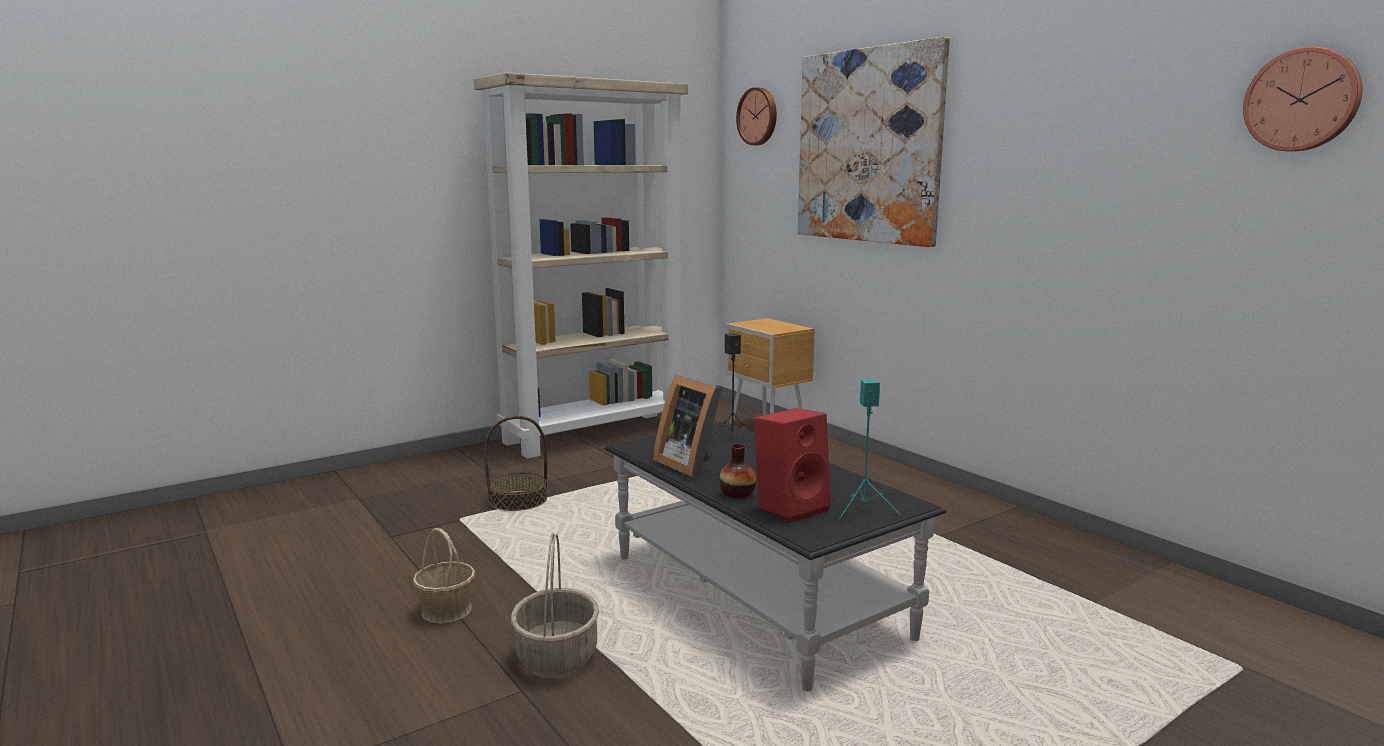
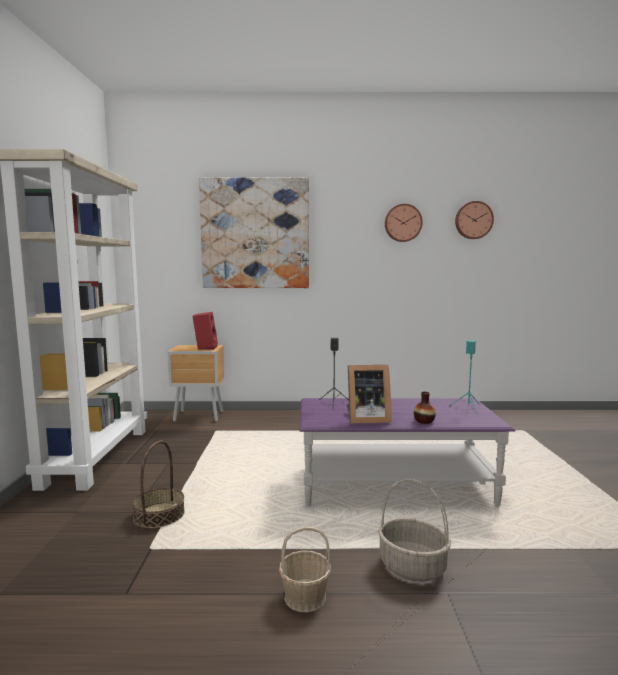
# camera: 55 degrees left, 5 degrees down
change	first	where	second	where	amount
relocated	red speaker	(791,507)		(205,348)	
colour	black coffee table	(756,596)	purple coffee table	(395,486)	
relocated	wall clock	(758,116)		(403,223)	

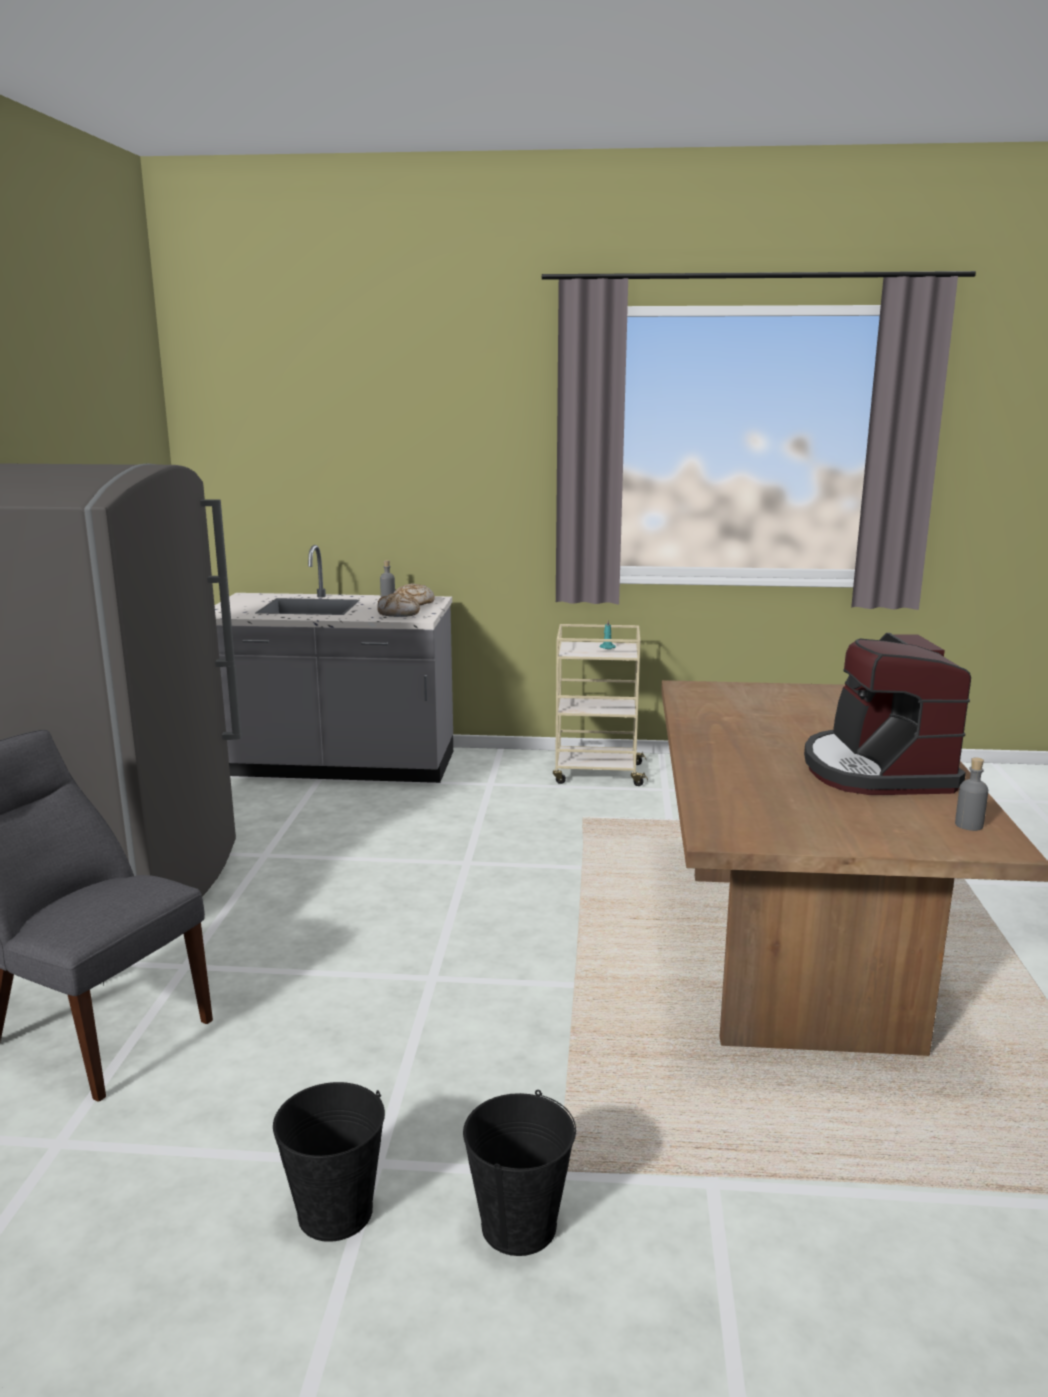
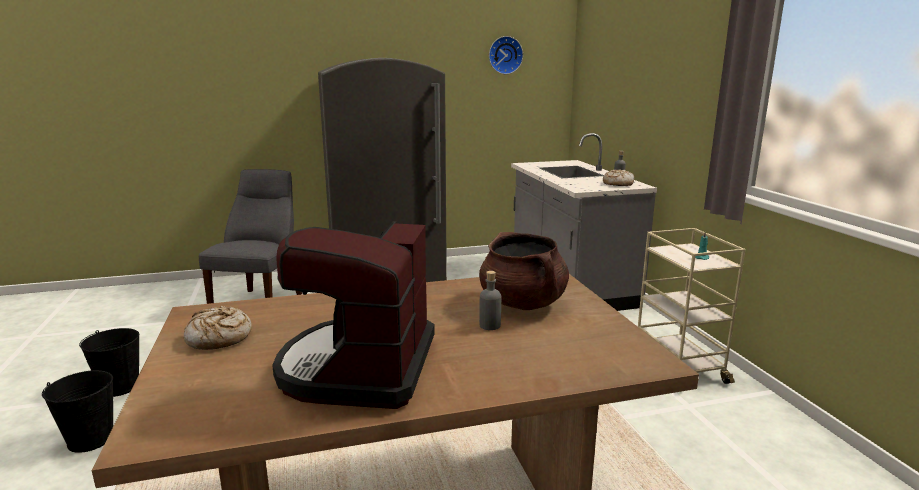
# camera: 70 degrees right, 0 degrees up
change	first	where	second	where	amount
relocated	bread	(399,613)		(219,338)	
spun	coffee machine	(876,770)		(359,367)	60 degrees counterclockwise
appeared			brown cooking pot	(523,303)	
relocated	grey bottle	(968,825)		(490,325)	
appeared			wall clock	(505,55)	

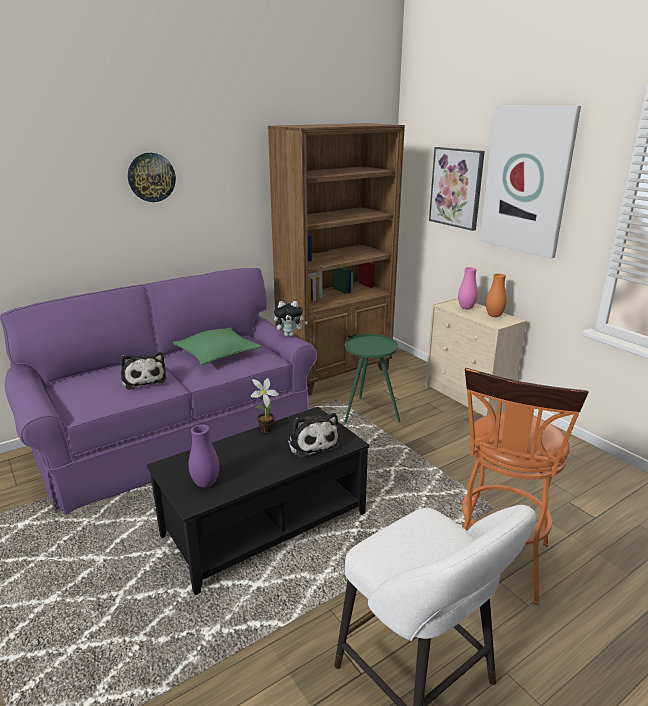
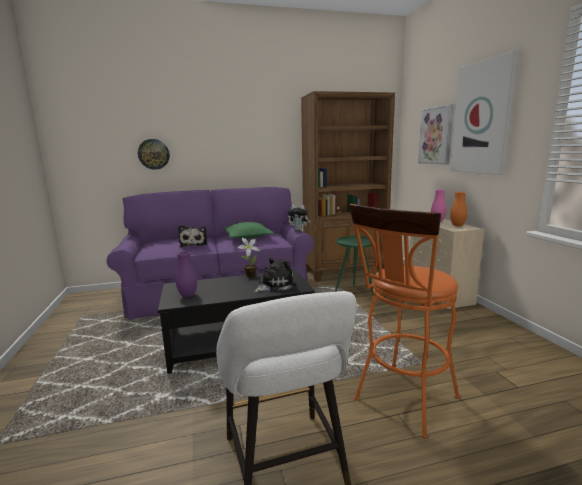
# camera: 20 degrees right, 10 degrees down
change	first	where	second	where	amount
relocated	wall clock	(151,177)		(154,154)	
spun	plush toy	(311,442)		(274,285)	120 degrees counterclockwise

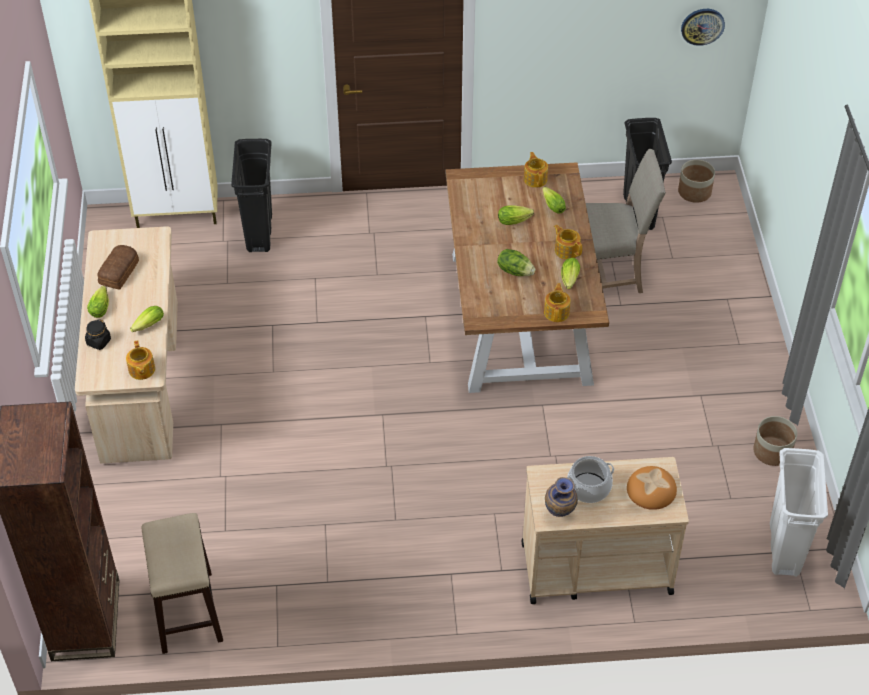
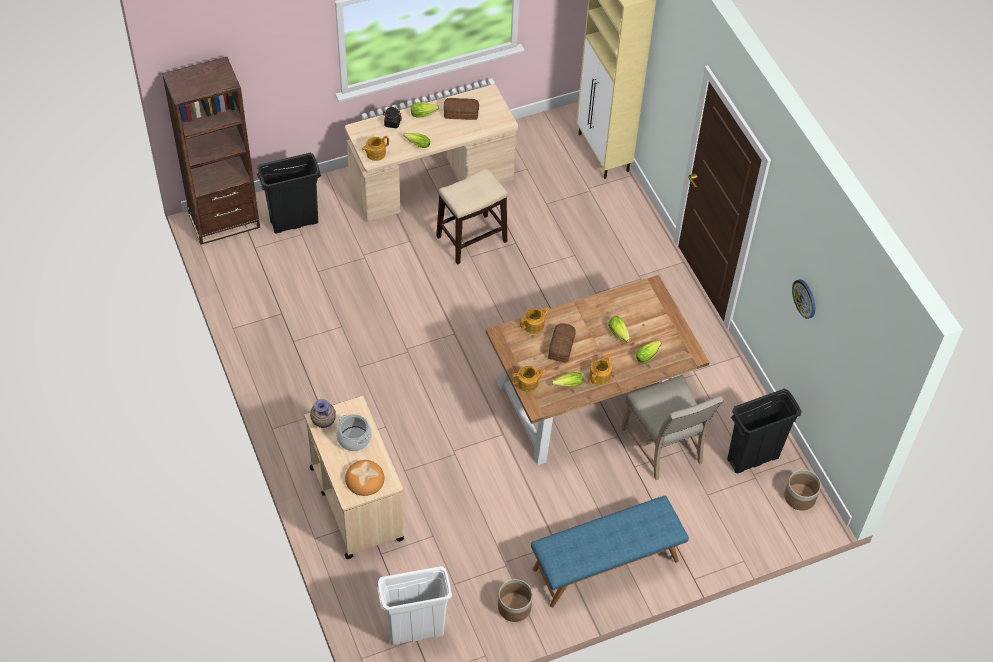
# camera: 70 degrees right, 5 degrees up
change	first	where	second	where	amount
relocated	black trash can	(259,233)		(294,222)	
relocated	stool	(187,612)		(471,239)	
relocated	teapot	(535,179)		(534,325)	
appeared			blue bench	(606,565)	
exchanged	lettuce	(515,271)	bread	(562,346)	
relocated	wall clock	(702,26)		(805,298)	

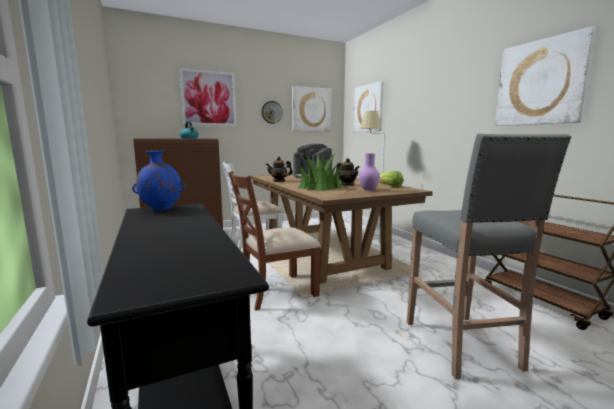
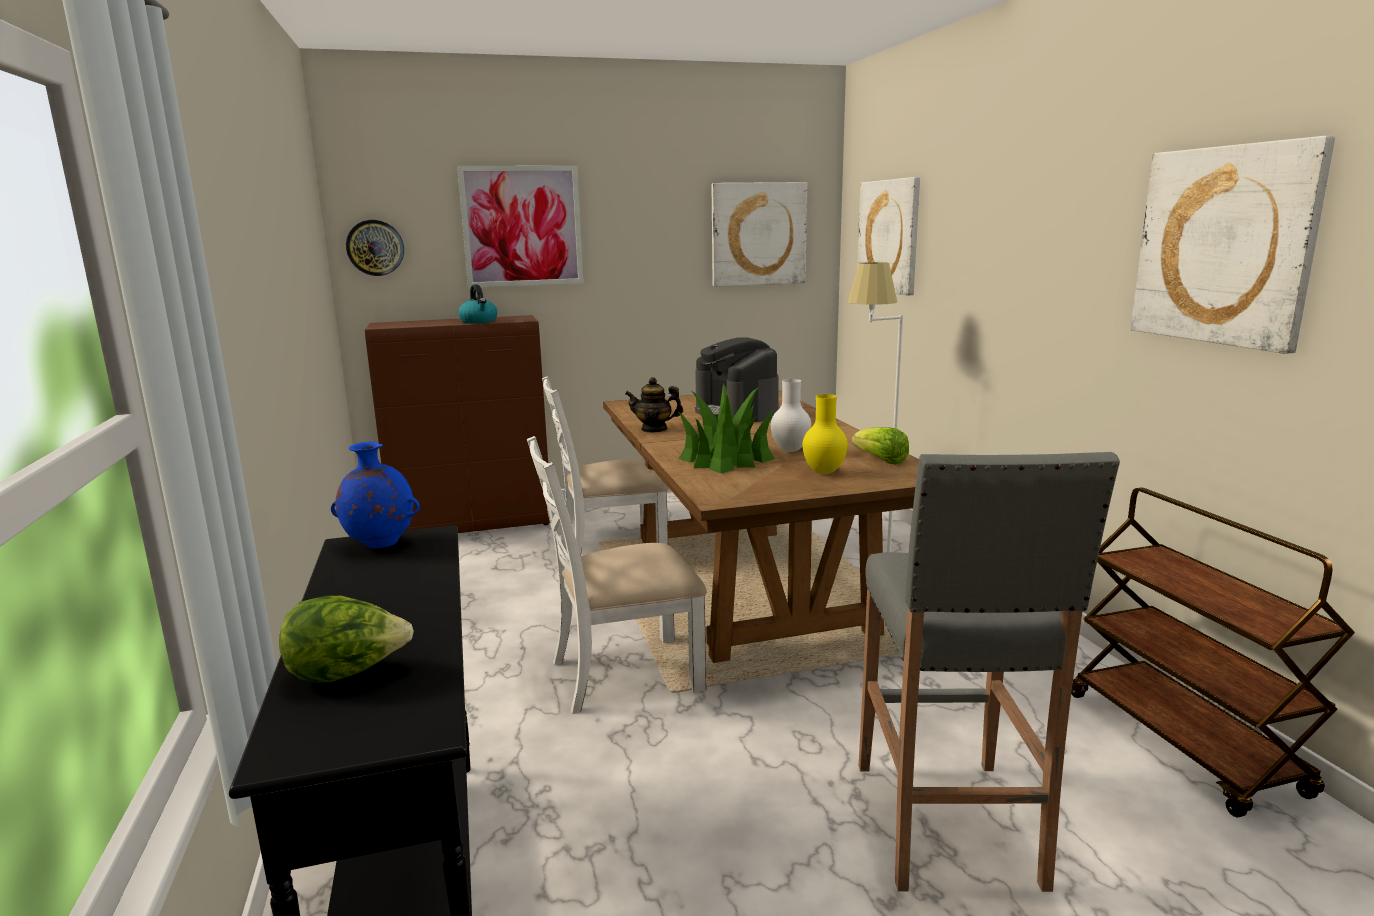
# camera: 10 degrees right, 5 degrees up
change	first	where	second	where	amount
appeared			lettuce	(348,674)	
relocated	wall clock	(271,112)		(375,248)	
colour	brown chair	(276,291)	white chair	(624,674)	
exchanged	teapot	(347,185)	white vase	(790,450)	
colour	purple vase	(368,190)	yellow vase	(823,472)	

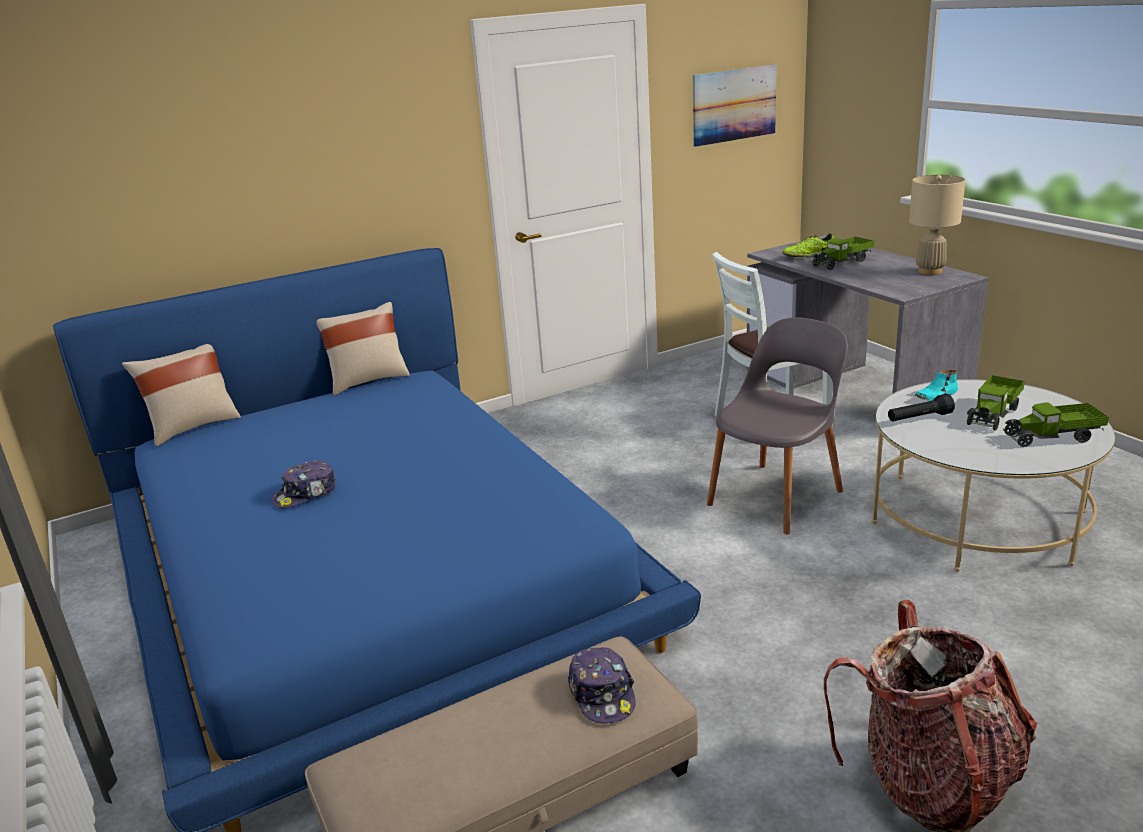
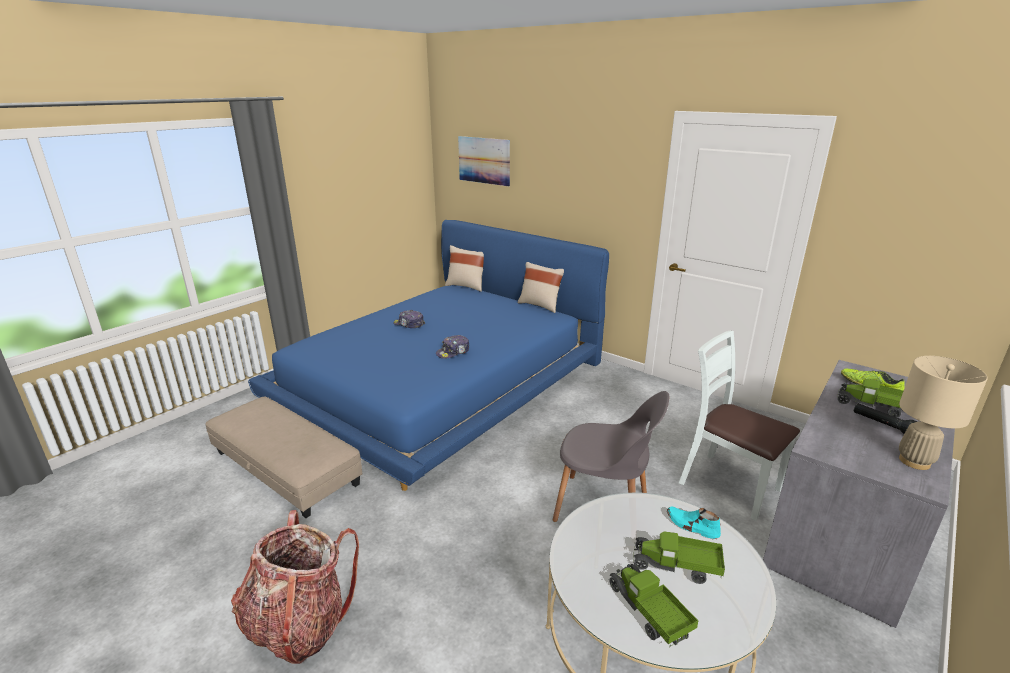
# camera: 65 degrees right, 0 degrees up
change	first	where	second	where	amount
relocated	cap	(602,694)		(453,352)	
relocated	picture	(734,105)		(484,160)	
relocated	black flashlight	(919,418)		(883,426)	

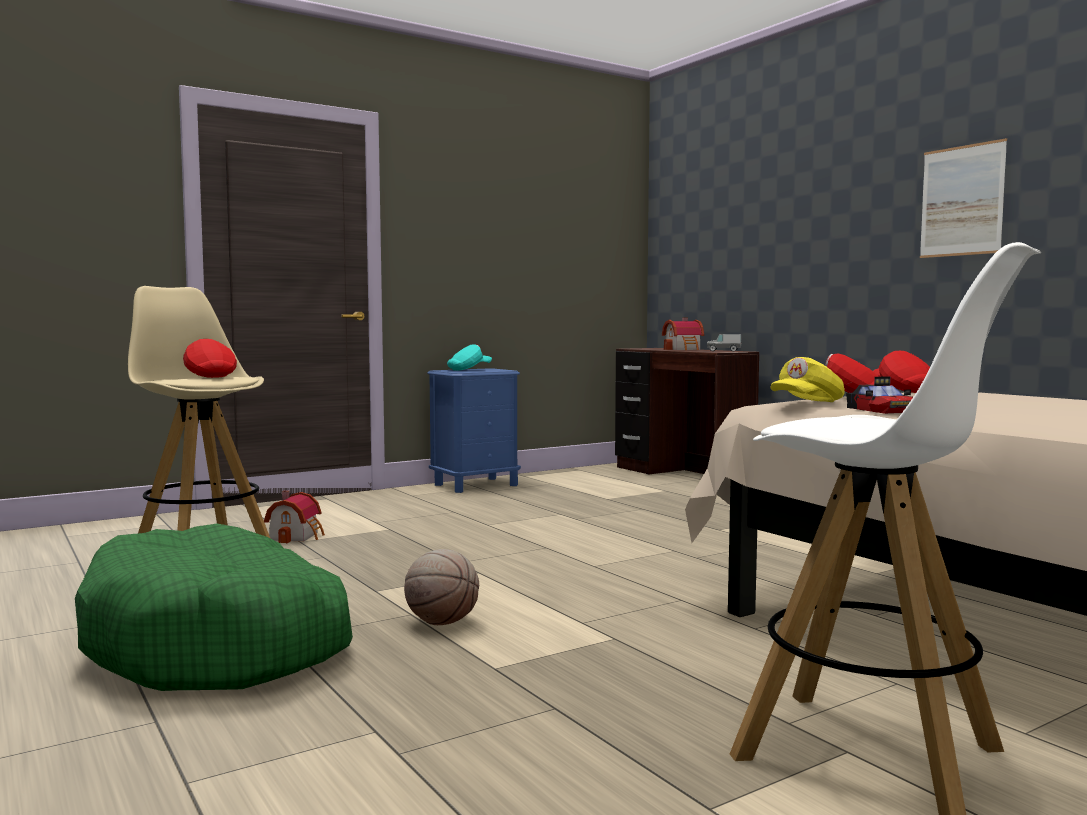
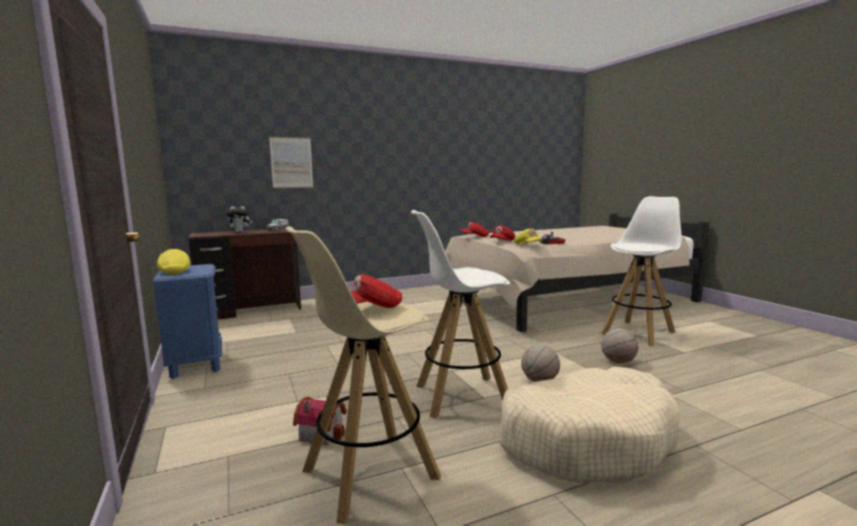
# camera: 80 degrees left, 5 degrees up
change	first	where	second	where	amount
colour	turquoise cap	(469,369)	yellow cap	(175,271)	
exchanged	toy house	(684,349)	plush toy	(240,232)	
relocated	picture	(962,201)		(291,162)	
appeared			white stool	(460,396)	
colour	green dog bed	(220,643)	beige dog bed	(586,440)	
appeared			basketball	(618,361)	

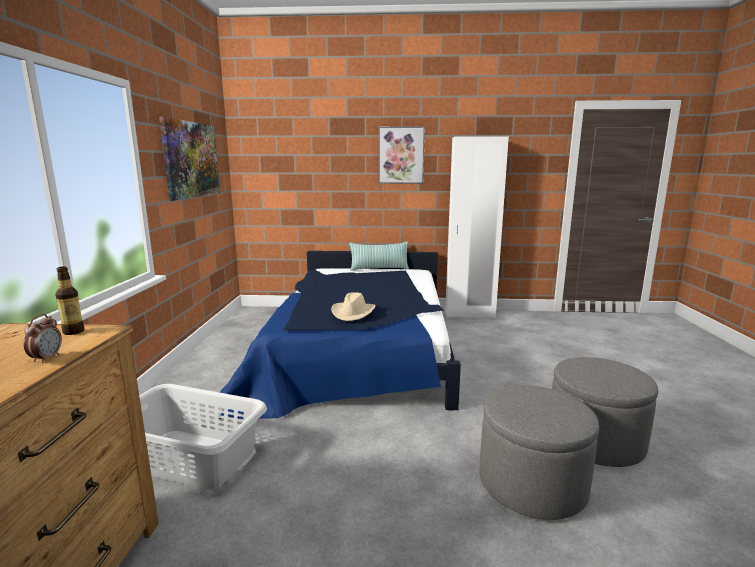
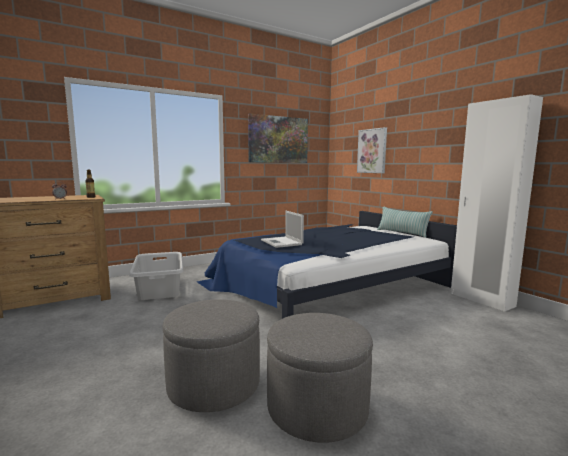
# camera: 55 degrees right, 5 degrees down
change	first	where	second	where	amount
exchanged	beige hat	(353,313)	laptop	(282,242)	
relocated	picture	(401,155)		(372,151)	

